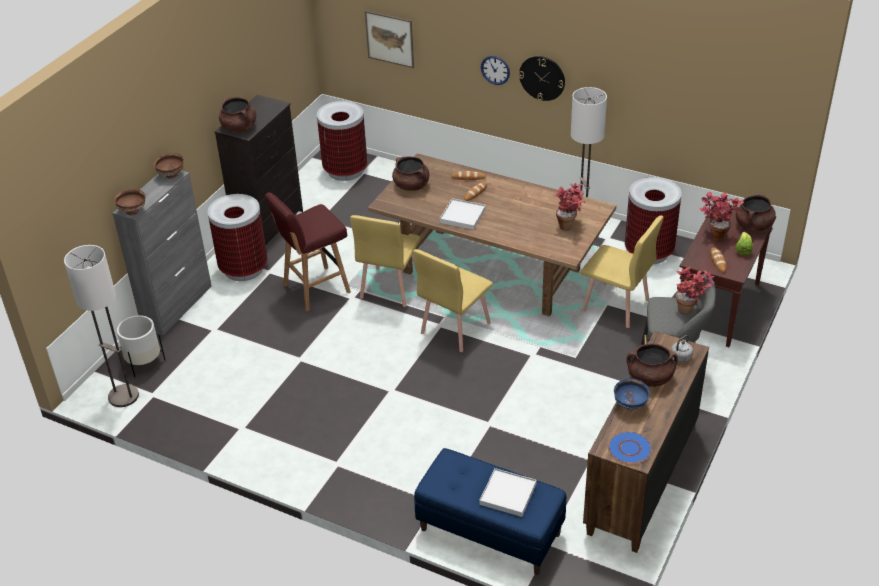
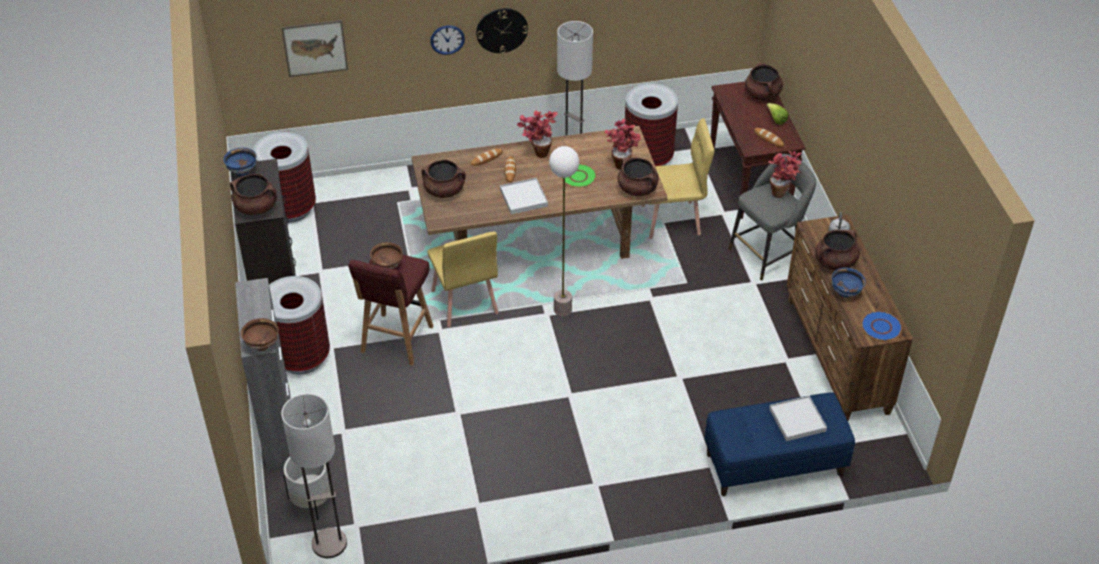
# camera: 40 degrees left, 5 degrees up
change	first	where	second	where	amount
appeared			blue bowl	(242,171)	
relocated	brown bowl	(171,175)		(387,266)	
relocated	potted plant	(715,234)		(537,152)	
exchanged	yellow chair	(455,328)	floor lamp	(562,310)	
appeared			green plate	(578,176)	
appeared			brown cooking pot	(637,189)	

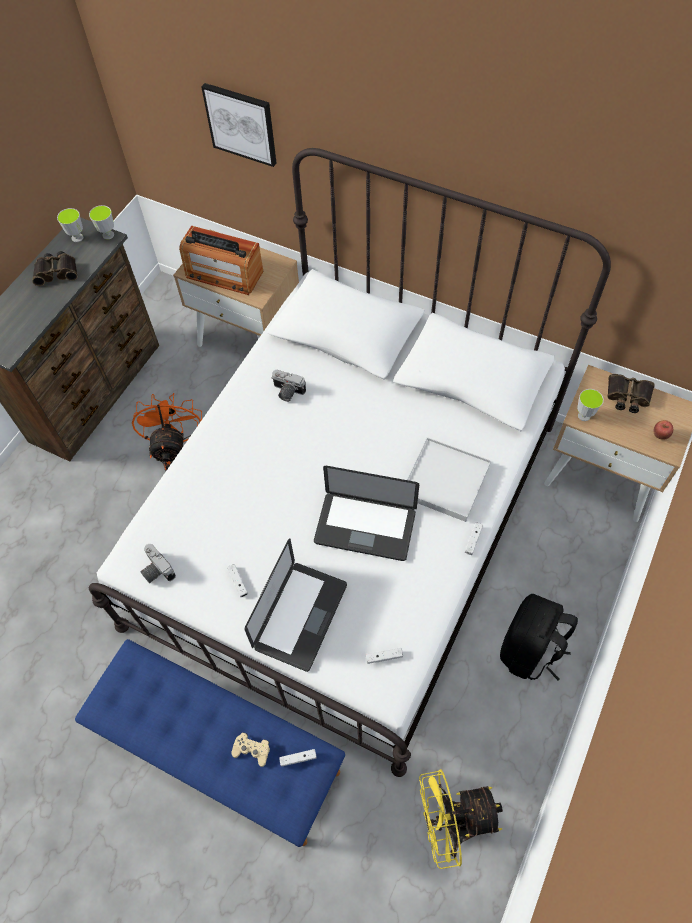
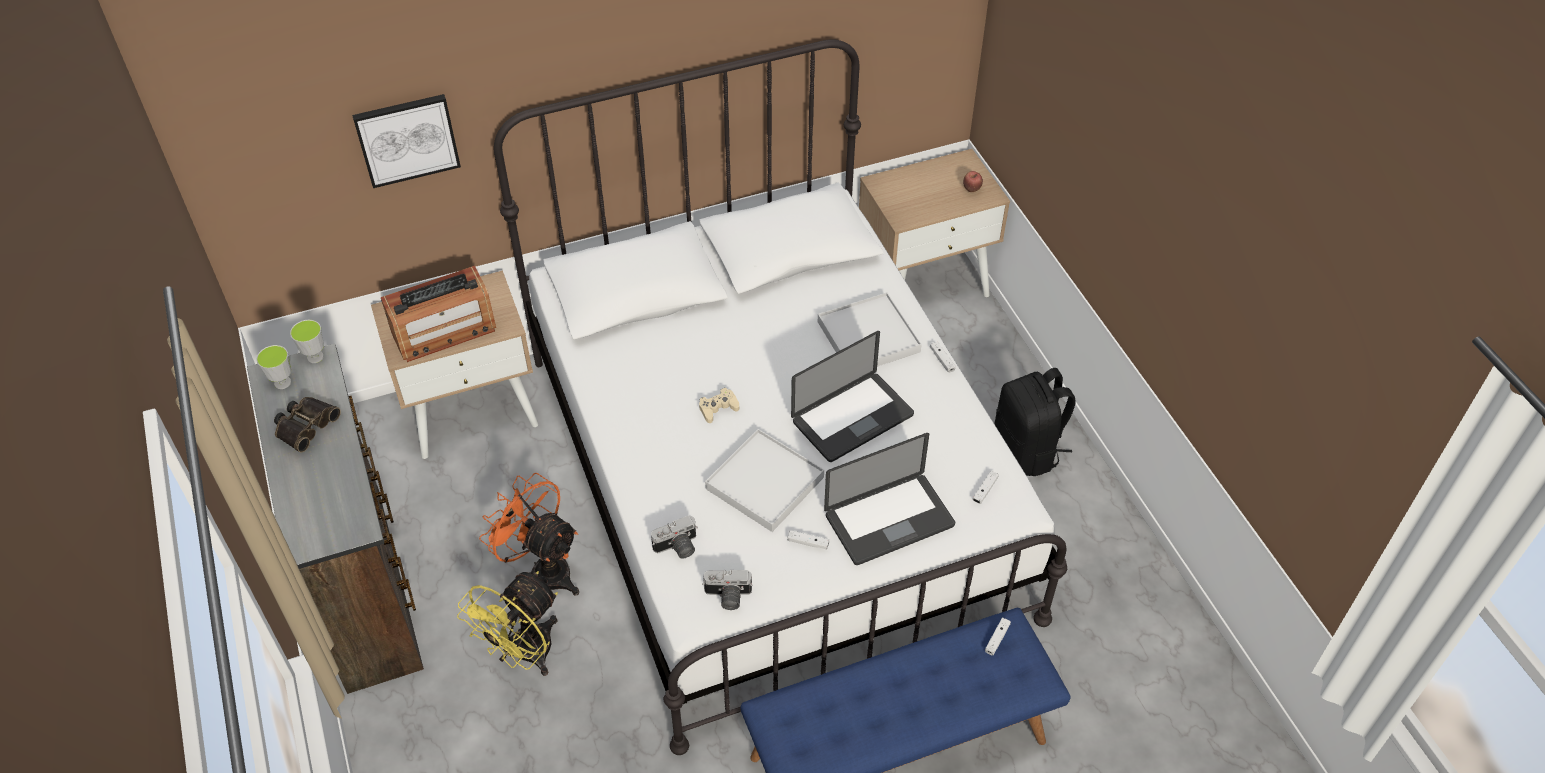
# camera: 50 degrees left, 10 degrees down
change	first	where	second	where	amount
relocated	yellow fan	(451,823)		(524,655)	
relocated	photo camera	(287,392)		(677,548)	
relocated	beige game controller	(252,750)		(718,408)	
appeared			white tray	(765,483)	
spun	laptop	(300,616)		(889,520)	90 degrees clockwise
missing	cup	(584,416)			
missing	binoculars	(627,396)			

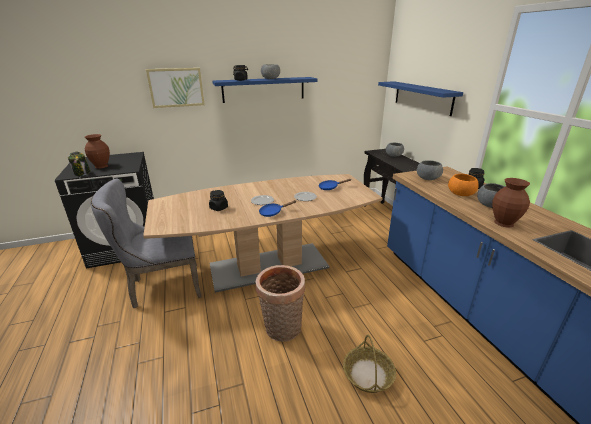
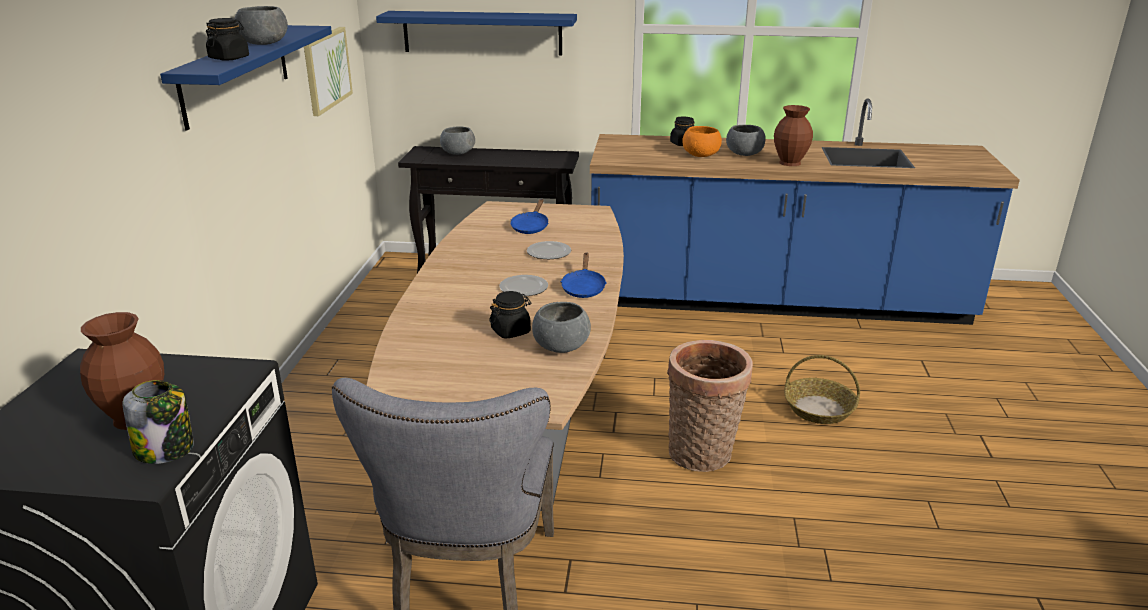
# camera: 65 degrees left, 0 degrees up
change	first	where	second	where	amount
relocated	picture	(176,87)		(326,70)	
relocated	grey bowl	(428,178)		(561,346)	

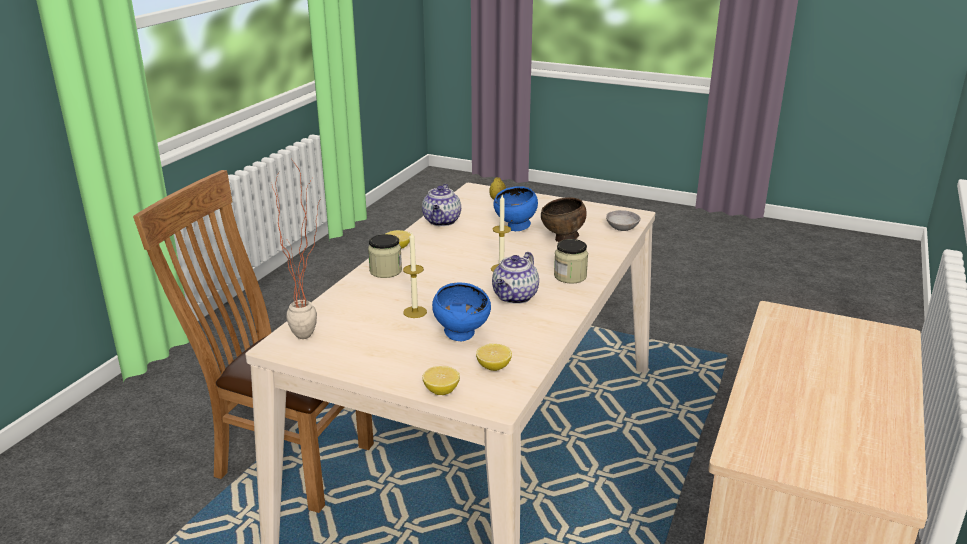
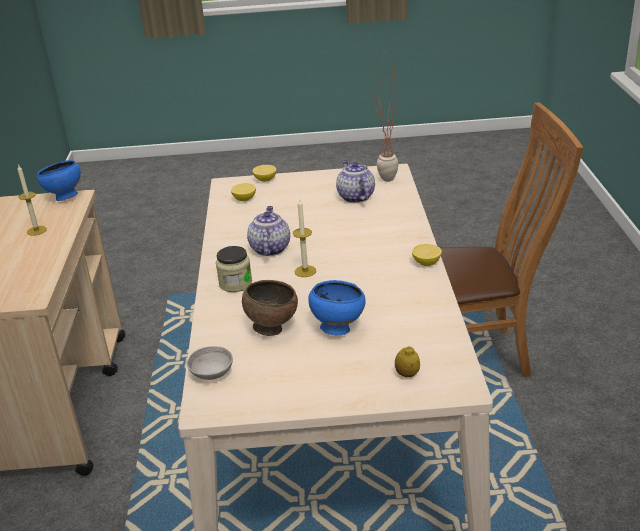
# camera: 155 degrees right, 5 degrees up
change	first	where	second	where	amount
relocated	candle	(415,312)		(36,230)	
relocated	blue bowl	(462,336)		(64,198)	
relocated	teapot	(442,222)		(355,197)	
missing	jar	(385,271)			

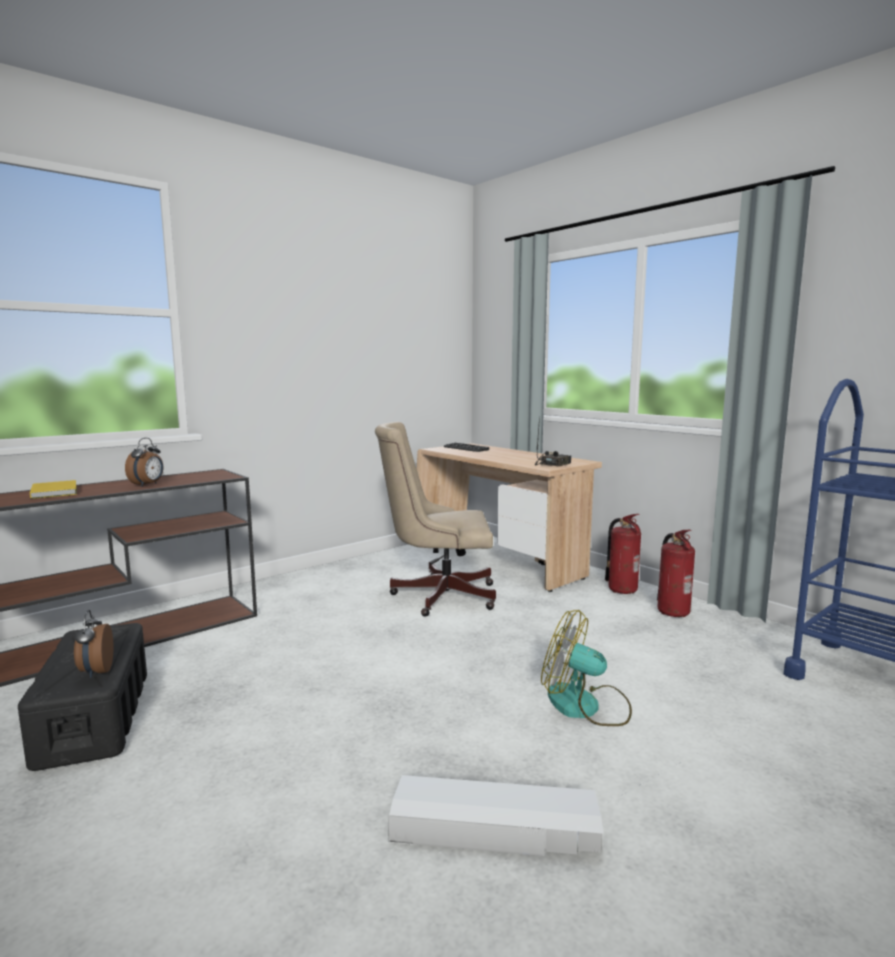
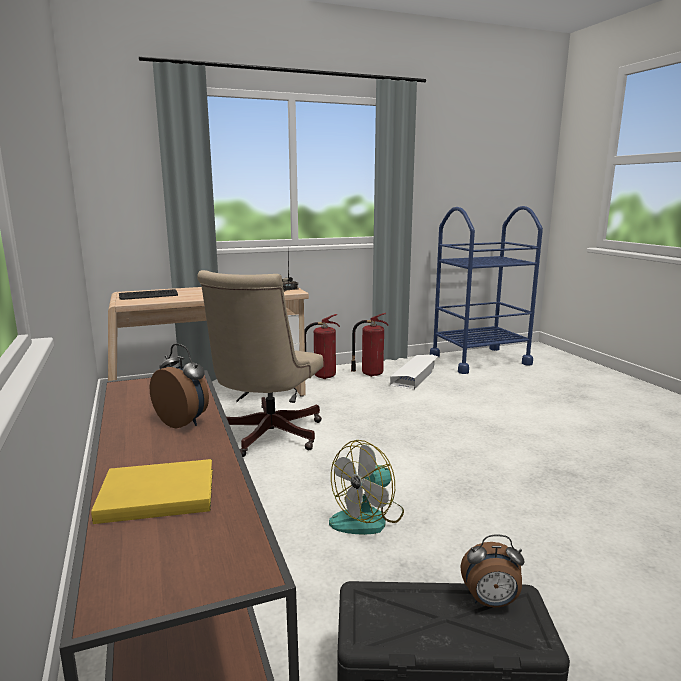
# camera: 70 degrees left, 5 degrees up
change	first	where	second	where	amount
relocated	fan	(585,706)		(368,518)	
relocated	white storage box	(495,827)		(415,375)	

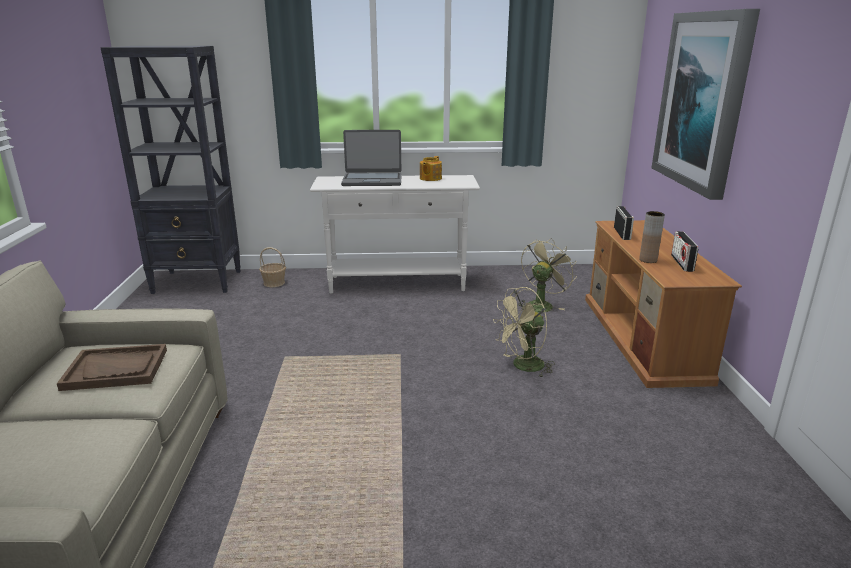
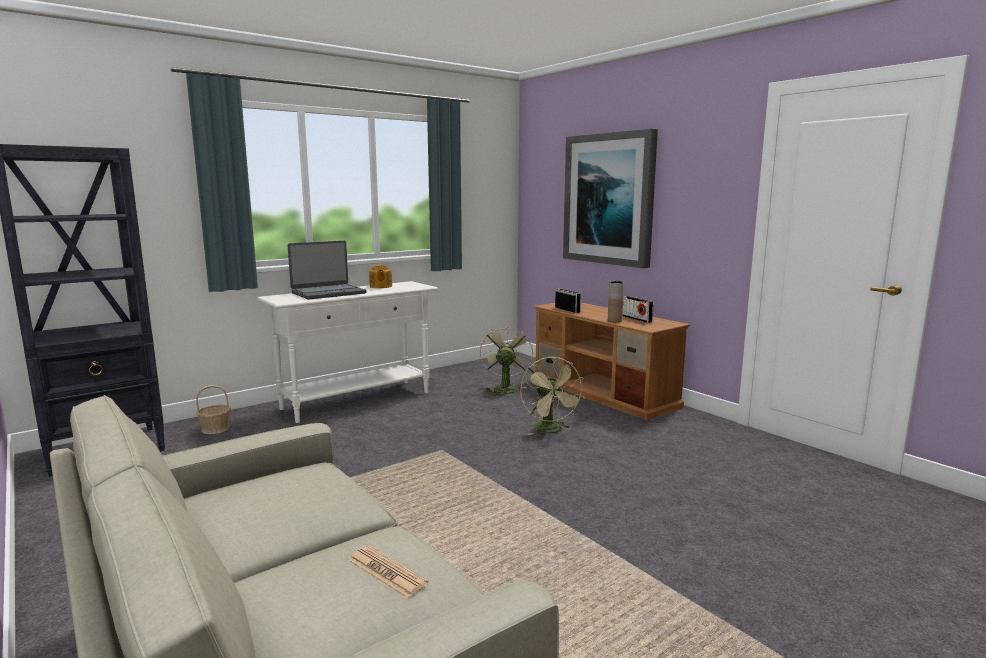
# camera: 35 degrees left, 10 degrees down
change	first	where	second	where	amount
appeared			newspaper	(387,572)	
spun	beige fan	(523,367)		(551,431)	45 degrees counterclockwise
missing	brown tray	(116,369)			

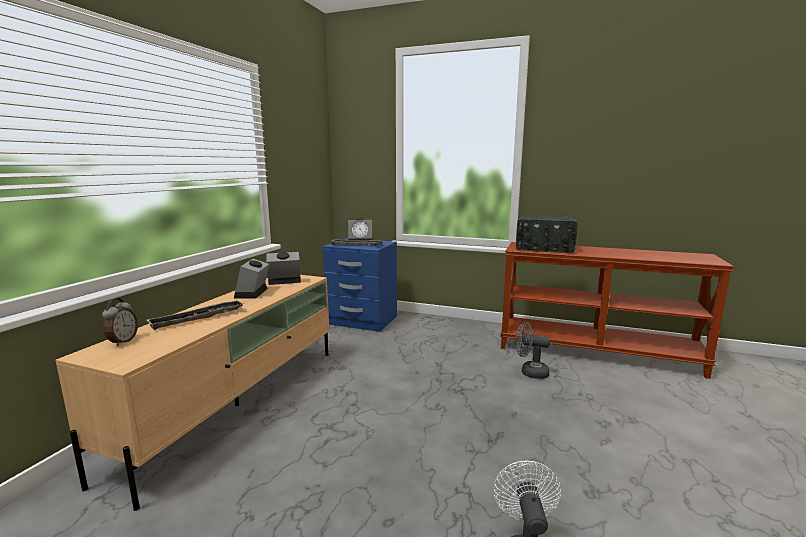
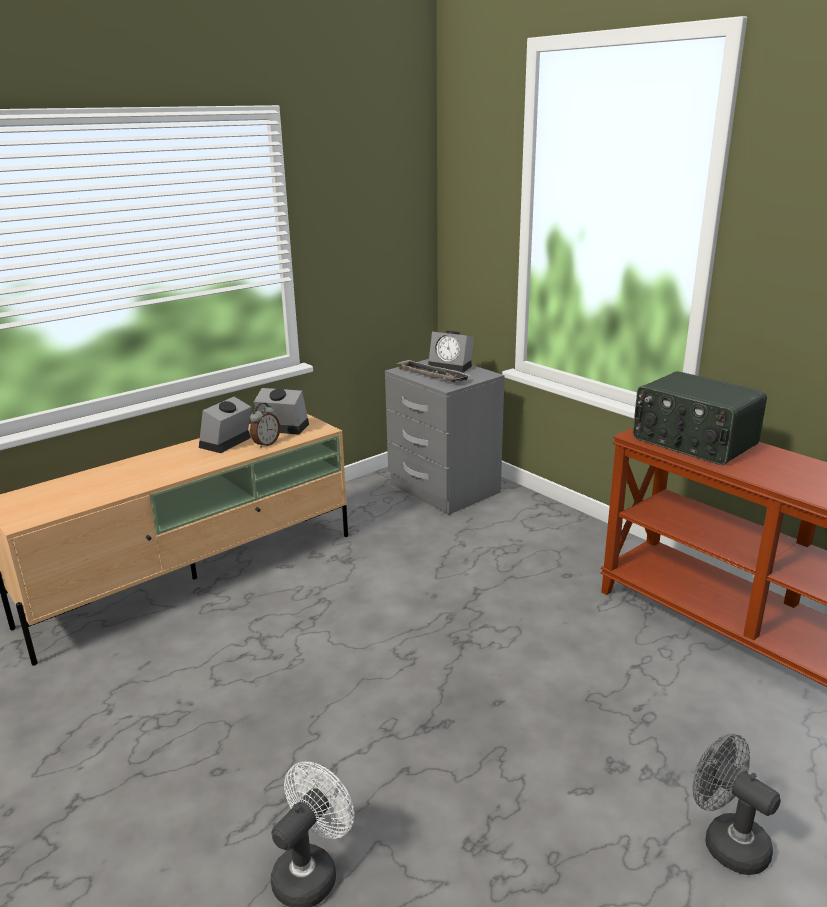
# camera: 30 degrees right, 10 degrees up
change	first	where	second	where	amount
relocated	alarm clock	(122,341)		(266,444)	
colour	blue nightstand	(362,321)	grey nightstand	(443,489)	
relocated	grey fan	(530,372)		(726,841)	
missing	tray	(198,318)			

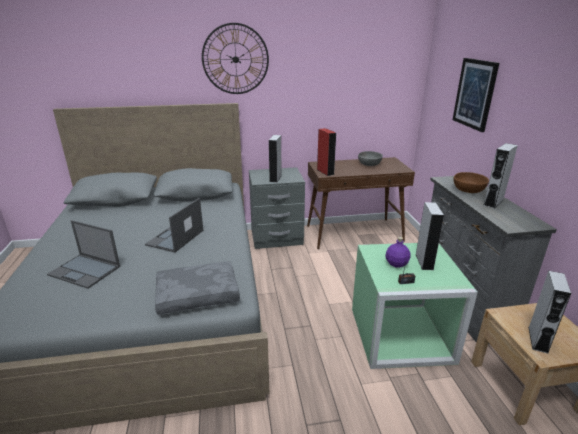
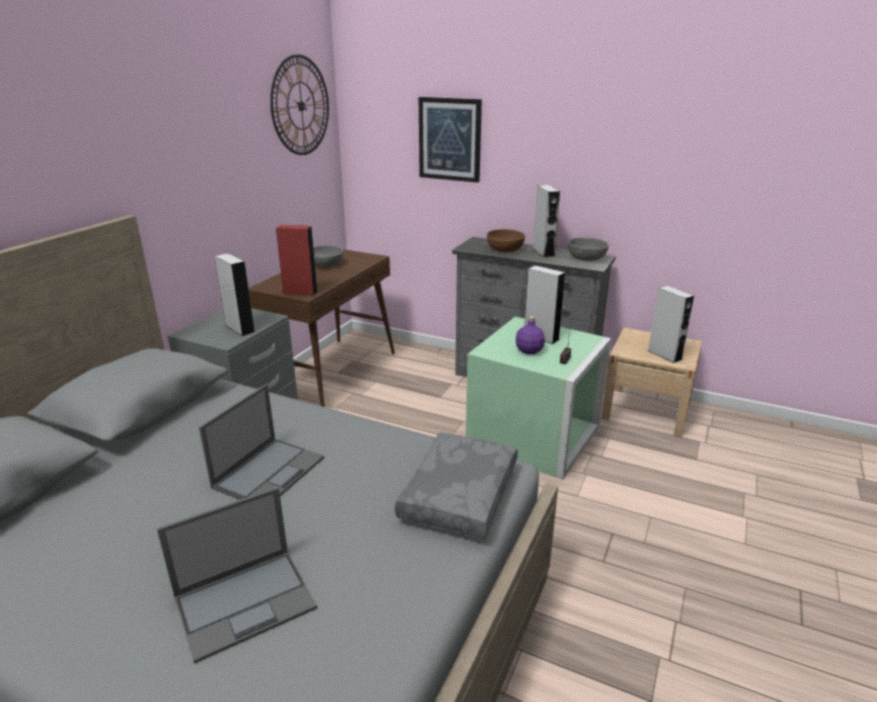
# camera: 55 degrees left, 0 degrees up
change	first	where	second	where	amount
spun	laptop	(175,238)		(269,471)	120 degrees counterclockwise
relocated	wall clock	(235,59)		(301,106)	
appeared			grey bowl	(586,258)	

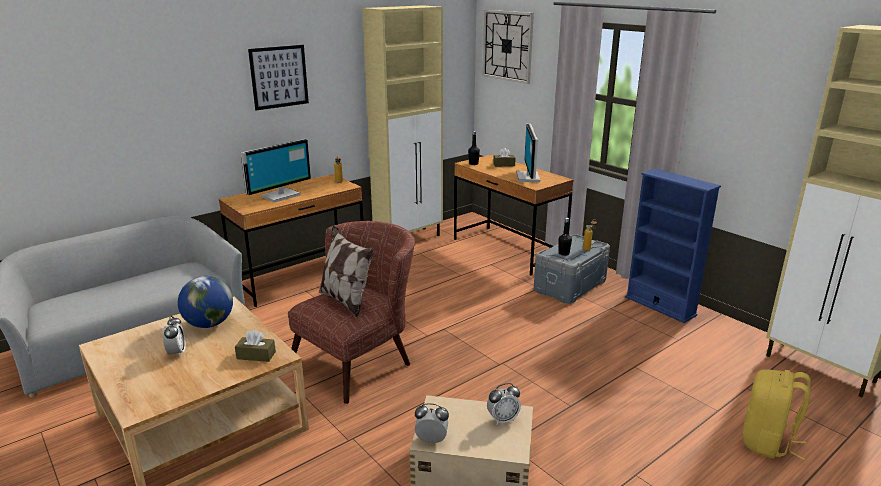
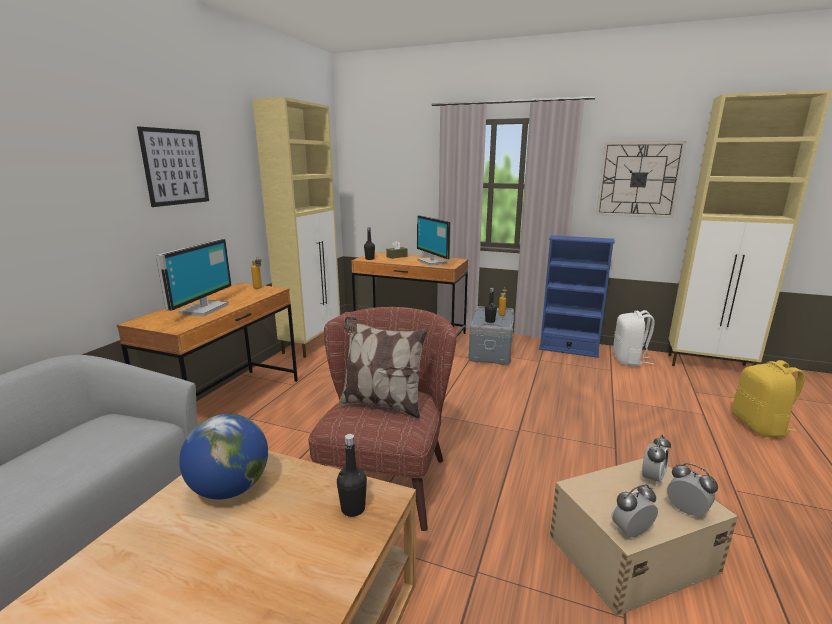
# camera: 30 degrees left, 5 degrees down
change	first	where	second	where	amount
exchanged	brown tissue box	(256,355)	black bottle	(353,508)	
relocated	wall clock	(507,46)		(638,179)	
appeared			white backpack	(629,360)	
relocated	alarm clock	(177,352)		(686,510)	

